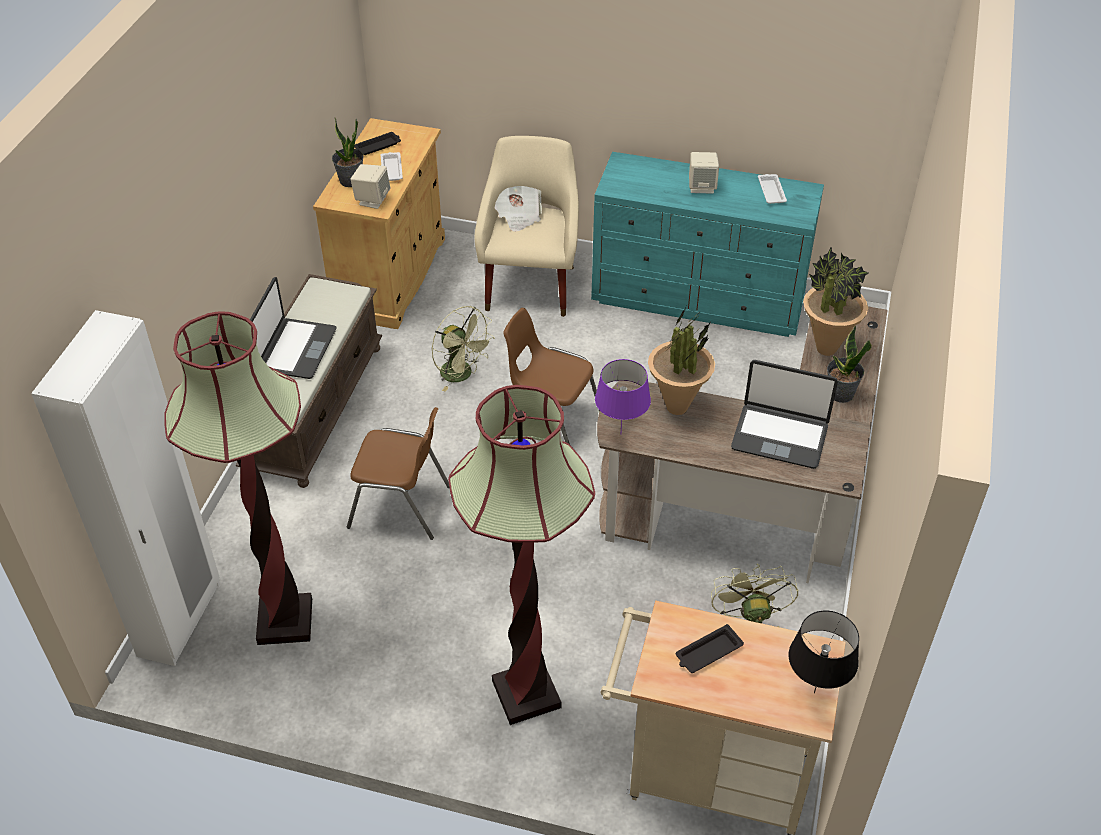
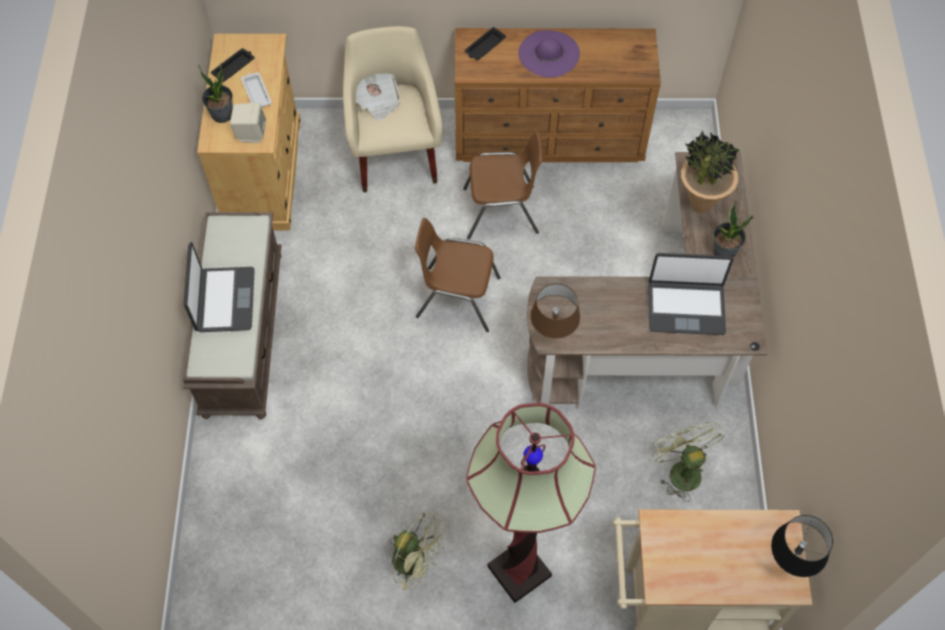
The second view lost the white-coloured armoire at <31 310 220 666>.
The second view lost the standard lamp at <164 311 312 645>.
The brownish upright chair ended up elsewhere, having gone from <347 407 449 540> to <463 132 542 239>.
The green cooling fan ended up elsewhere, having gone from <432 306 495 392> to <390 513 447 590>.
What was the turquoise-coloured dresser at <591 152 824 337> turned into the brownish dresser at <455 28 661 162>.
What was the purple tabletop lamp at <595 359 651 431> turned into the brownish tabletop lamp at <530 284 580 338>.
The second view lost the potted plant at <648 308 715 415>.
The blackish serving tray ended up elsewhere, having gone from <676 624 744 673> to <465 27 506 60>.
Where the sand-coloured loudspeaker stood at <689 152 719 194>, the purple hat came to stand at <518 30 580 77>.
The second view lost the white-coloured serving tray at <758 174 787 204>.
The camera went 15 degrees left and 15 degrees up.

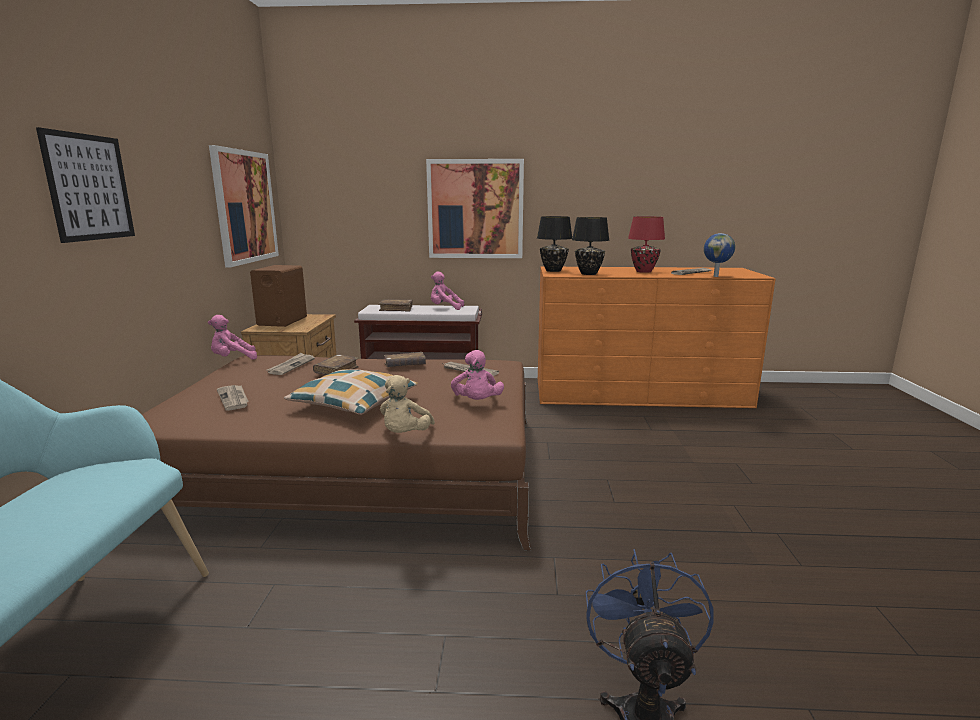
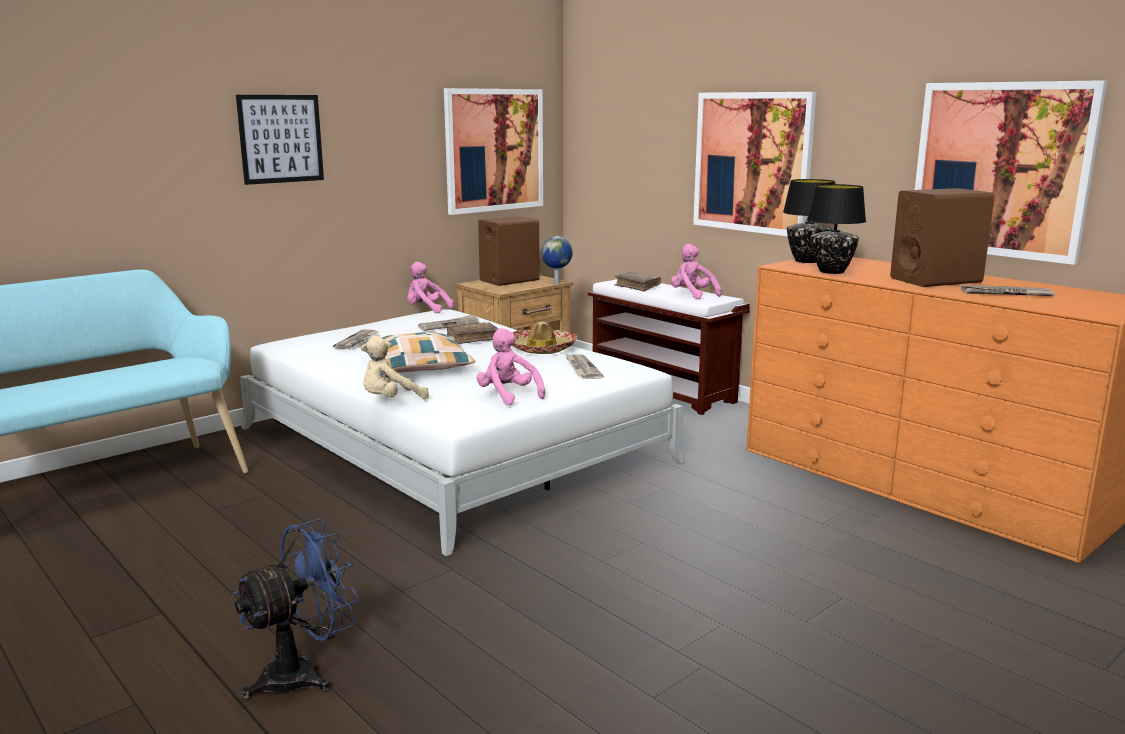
What was the brownish bedroom bed at <142 355 531 550> turned into the white-coloured bedroom bed at <240 309 685 556>.
Where the brownish volume stood at <384 352 426 367>, the hat came to stand at <512 322 578 354>.
The pink-coloured soft toy at <451 350 504 400> ended up facing another way, 105 degrees clockwise from before.
Where the red-coloured tabletop lamp stood at <628 216 665 273>, the brownish loudspeaker came to stand at <890 188 994 287>.
The world globe ended up elsewhere, having gone from <704 233 735 277> to <541 236 572 283>.
The second view gained the picture at <915 80 1107 265>.
The camera went 45 degrees right and 0 degrees up.

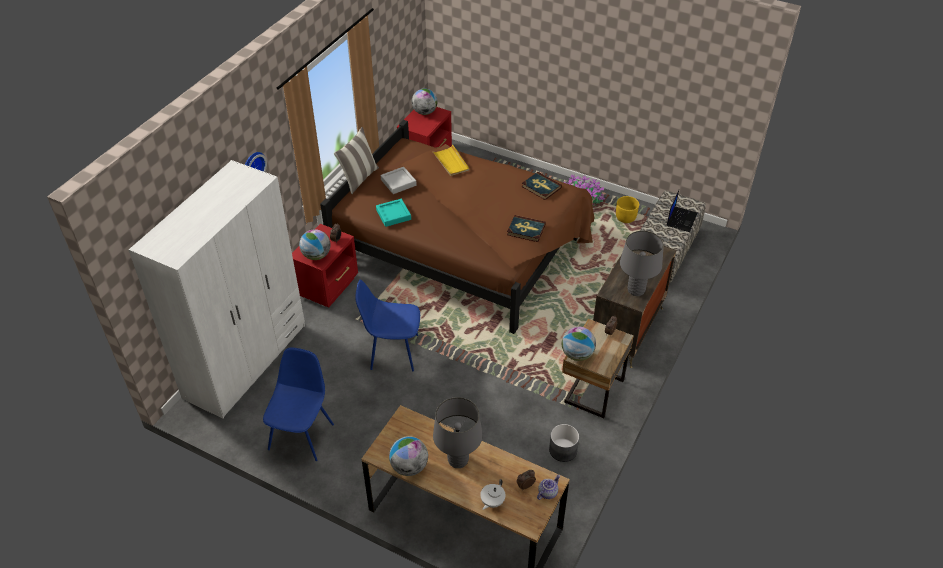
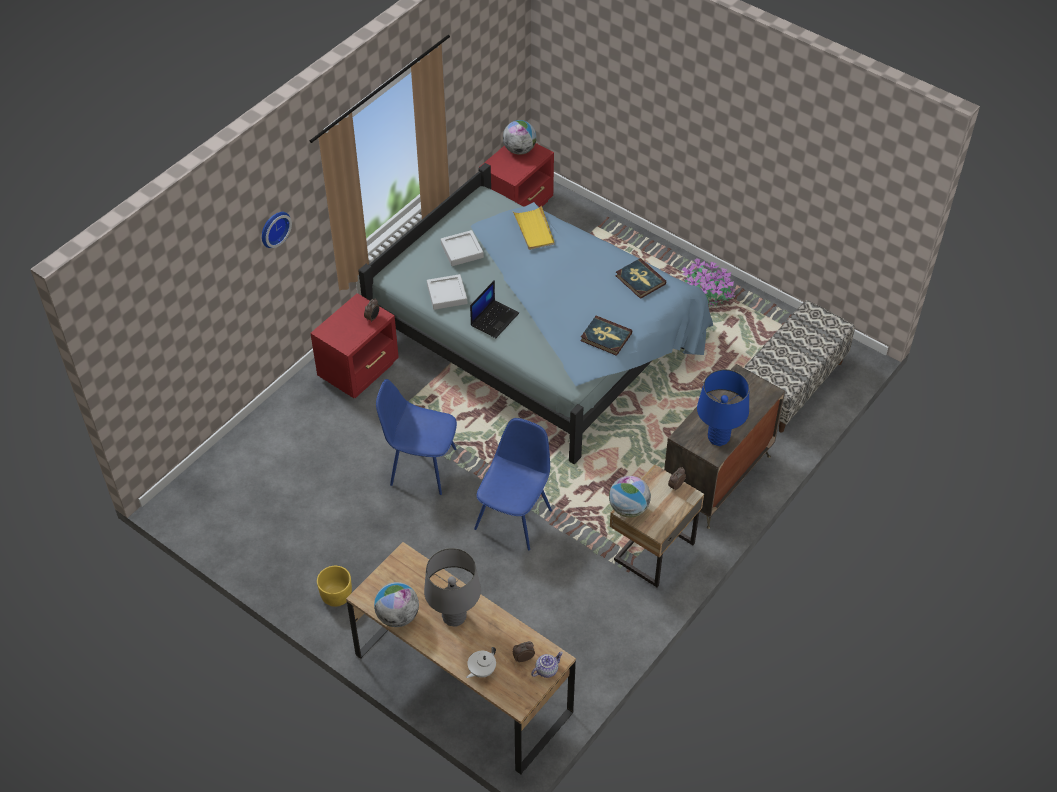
The second view lost the white-coloured armoire at <128 160 305 419>.
The blue-coloured upright chair ended up elsewhere, having gone from <263 347 334 461> to <474 418 552 550>.
The second view lost the world globe at <299 229 331 260>.
What was the brownish bedroom bed at <320 120 595 334> turned into the blue-coloured bedroom bed at <358 163 713 464>.
The second view lost the pillow at <334 127 379 194>.
What was the turquoise-coloured serving tray at <376 199 411 227> turned into the grey serving tray at <427 274 467 310>.
The second view lost the grey planter at <549 424 579 462>.
The yellow planter ended up elsewhere, having gone from <616 196 639 223> to <317 566 352 607>.
What was the grey tabletop lamp at <620 231 664 296> turned into the blue-coloured tabletop lamp at <697 369 749 446>.
The portable computer ended up elsewhere, having gone from <667 190 697 232> to <470 280 519 338>.
The camera went 10 degrees right and 5 degrees up.

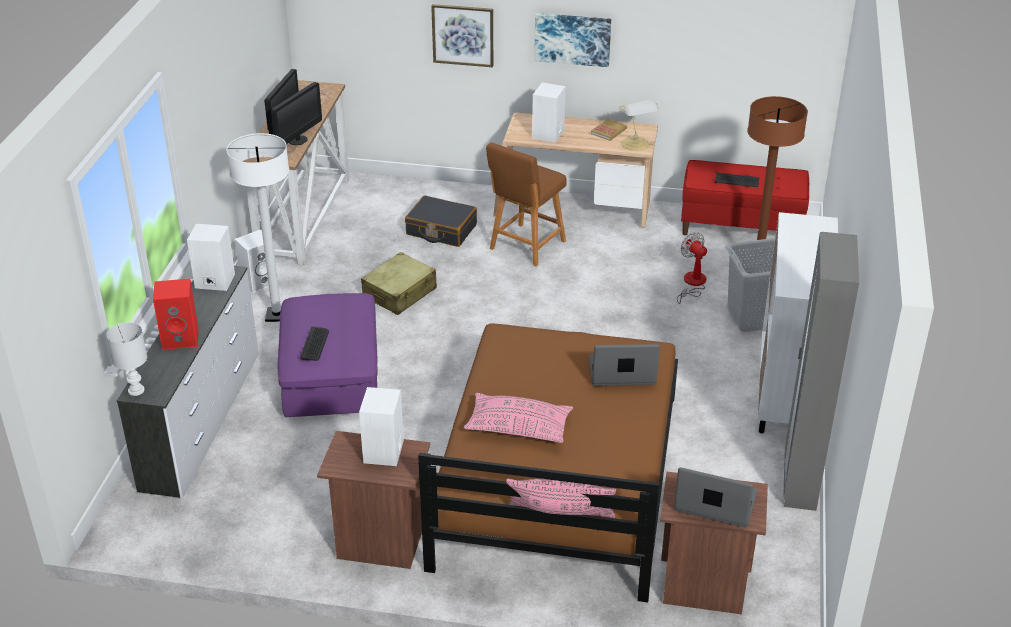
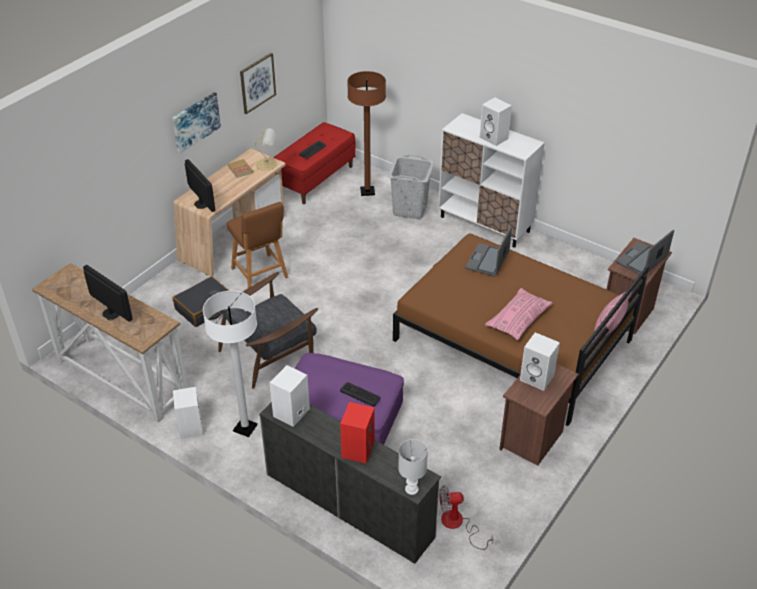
The monitor ended up elsewhere, having gone from <271 82 322 145> to <185 159 215 212>.
Where the sand-coloured piece of luggage stood at <361 252 437 315>, the grey easy chair came to stand at <209 272 318 389>.
The picture ended up elsewhere, having gone from <431 4 493 67> to <240 53 276 114>.
The white-coloured loudspeaker ended up elsewhere, having gone from <532 82 565 143> to <480 98 512 146>.
The cooling fan ended up elsewhere, having gone from <677 232 707 304> to <439 485 493 550>.
The second view lost the grey armoire at <783 232 859 511>.
The camera went 65 degrees left and 5 degrees up.

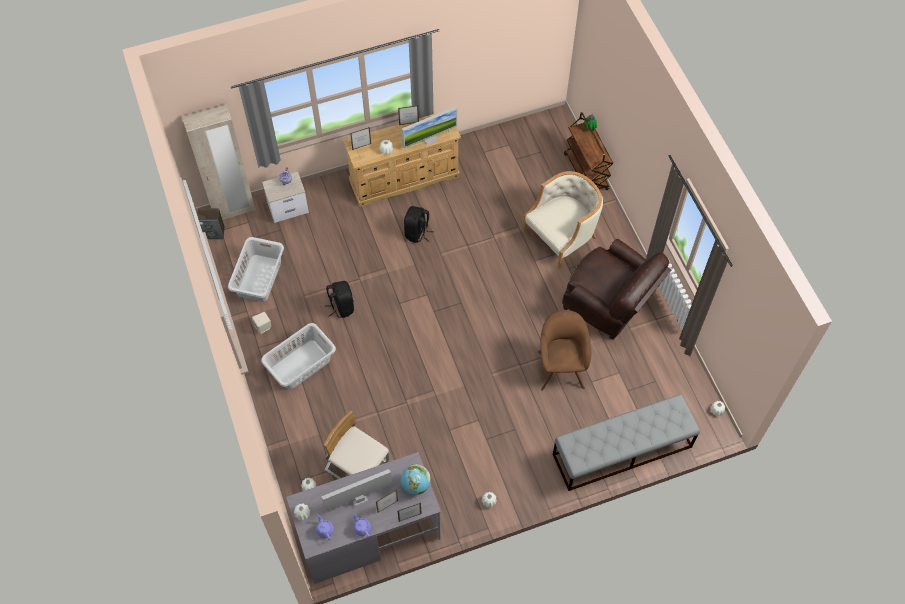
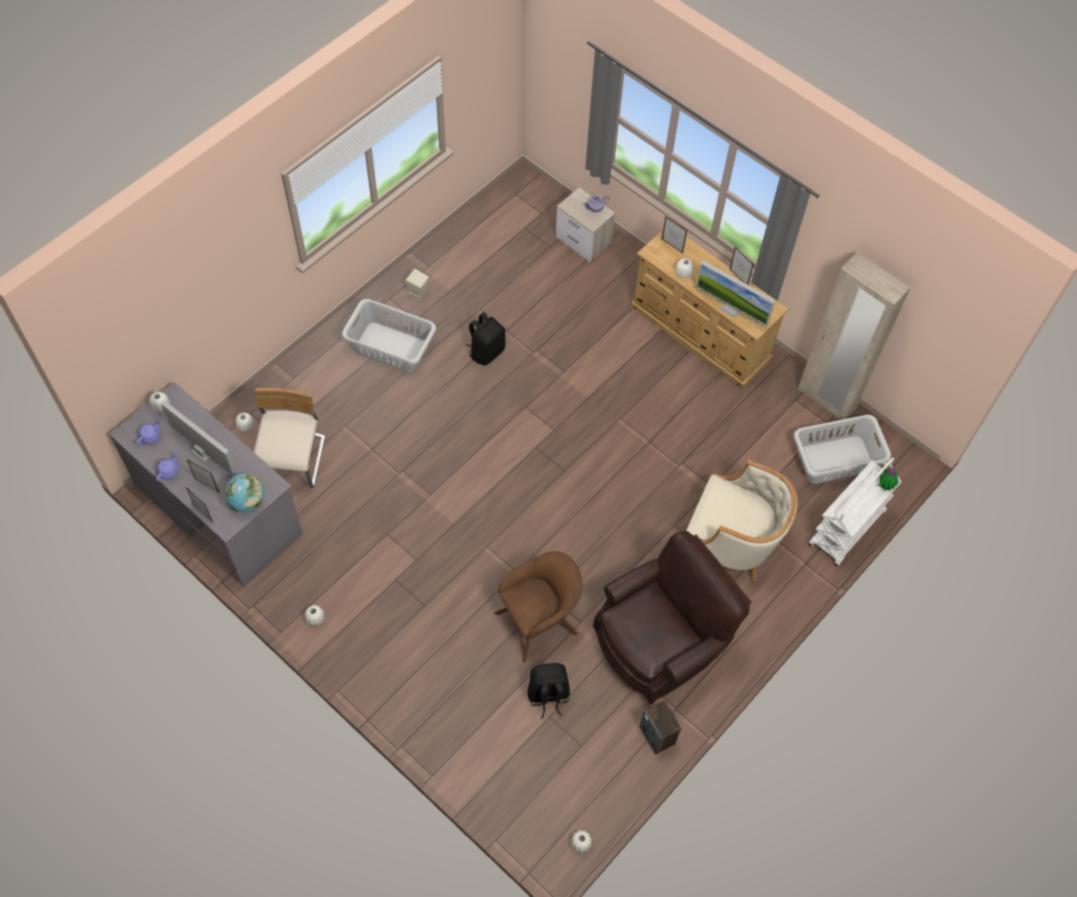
The sand-coloured armoire ended up elsewhere, having gone from <182 104 256 220> to <798 252 910 420>.
The loudspeaker ended up elsewhere, having gone from <197 208 225 239> to <639 700 682 755>.
The grey hamper ended up elsewhere, having gone from <228 237 284 302> to <794 415 891 484>.
The blackish knapsack ended up elsewhere, having gone from <404 206 434 243> to <527 663 570 718>.
The second view lost the grey bench at <553 394 700 491>.
The brownish easy chair at <562 239 671 340> ended up facing another way, 135 degrees counterclockwise from before.
What was the brownish wheeled cart at <564 112 613 190> turned into the white-coloured wheeled cart at <808 457 901 566>.
The camera went 60 degrees right and 0 degrees up.

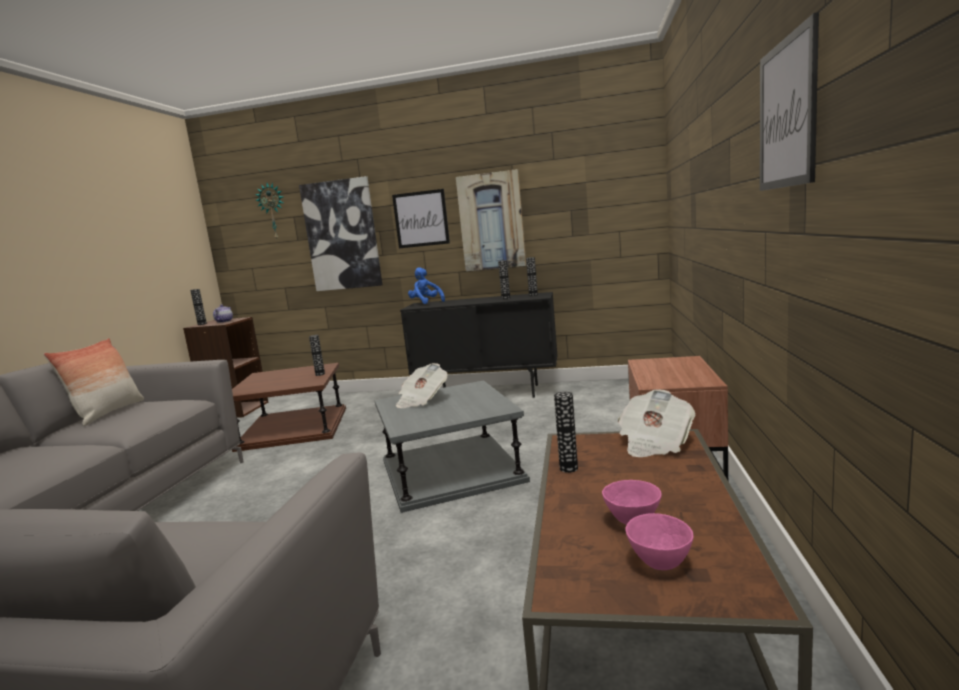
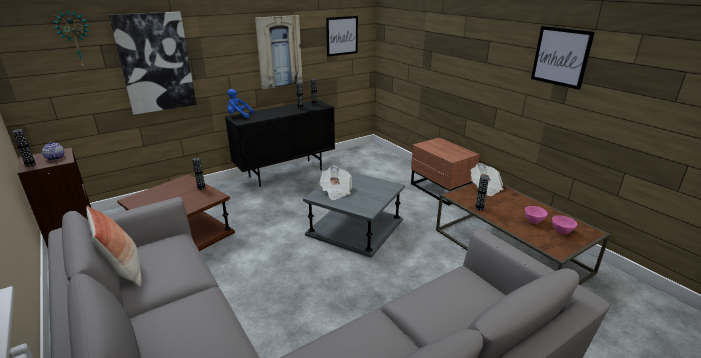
The picture ended up elsewhere, having gone from <392 189 450 248> to <326 16 358 57>.
The camera went 45 degrees left and 15 degrees up.

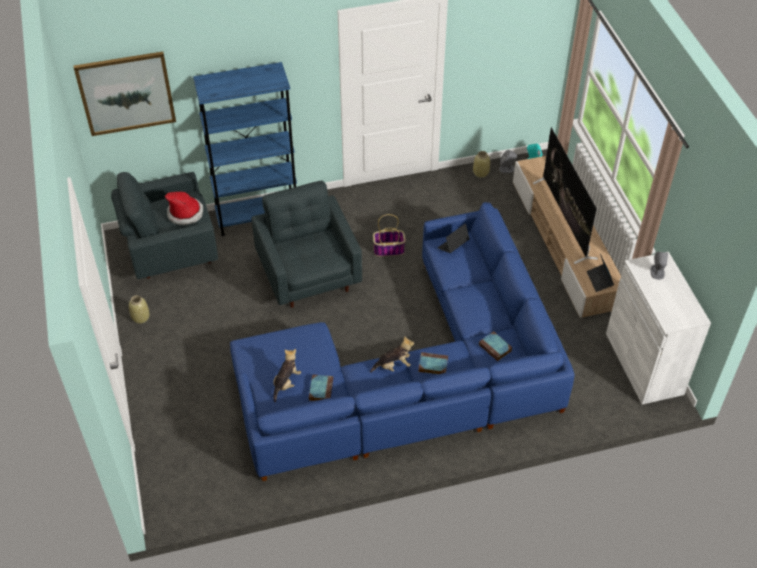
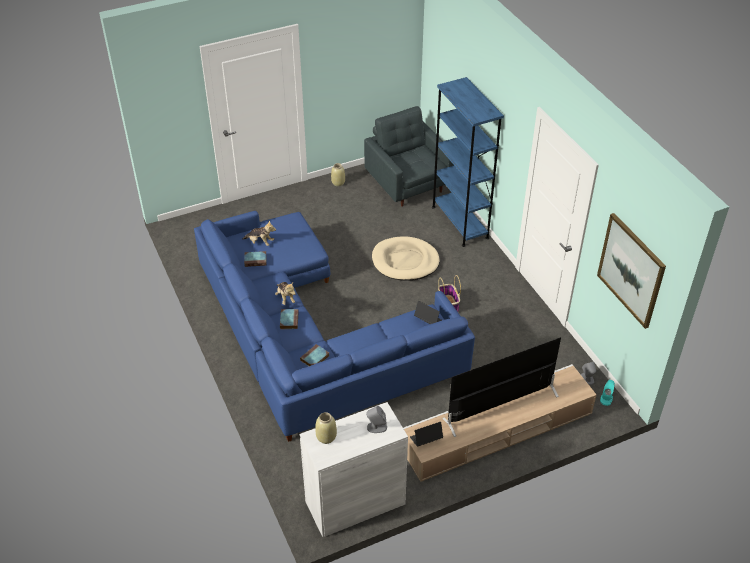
The picture ended up elsewhere, having gone from <73 51 176 136> to <597 213 666 329>.
The second view lost the hat at <165 191 203 225>.
Where the grey easy chair stood at <251 180 362 308>, the sand-coloured dog bed came to stand at <372 236 440 281>.
The sand-coloured vase ended up elsewhere, having gone from <473 151 490 178> to <315 412 337 444>.
The camera went 80 degrees right and 5 degrees down.

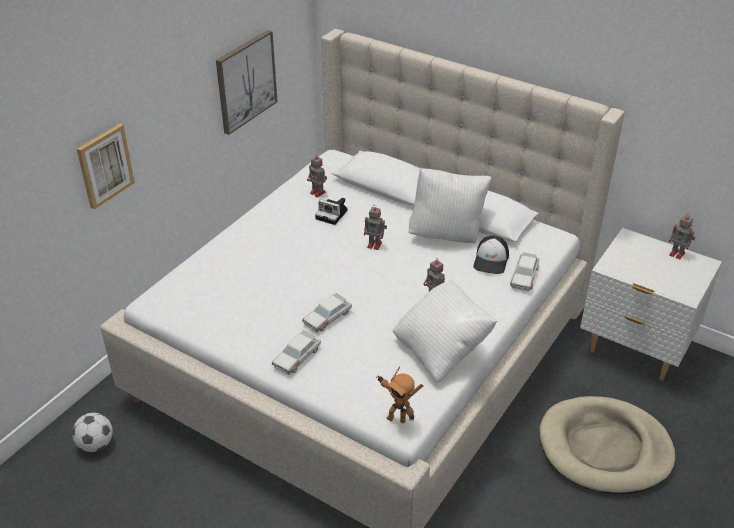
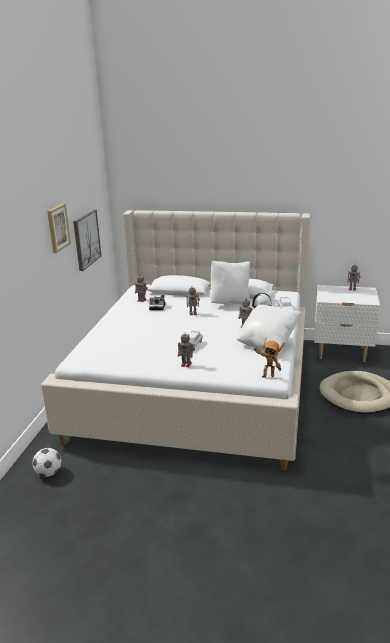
The picture ended up elsewhere, having gone from <77 123 135 210> to <47 204 71 253>.
Where the model car stood at <272 330 321 375>, the model robot came to stand at <178 331 195 367>.
The camera went 20 degrees left and 15 degrees down.

